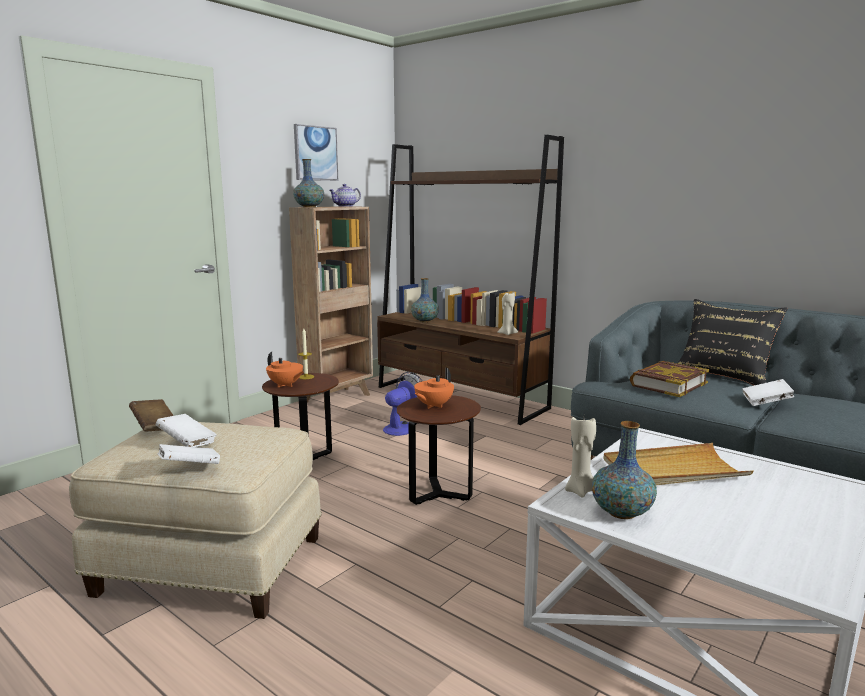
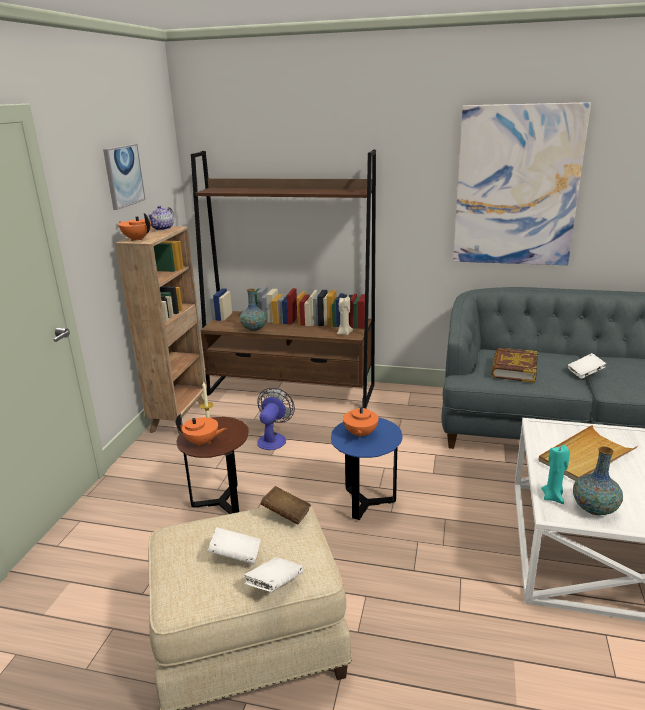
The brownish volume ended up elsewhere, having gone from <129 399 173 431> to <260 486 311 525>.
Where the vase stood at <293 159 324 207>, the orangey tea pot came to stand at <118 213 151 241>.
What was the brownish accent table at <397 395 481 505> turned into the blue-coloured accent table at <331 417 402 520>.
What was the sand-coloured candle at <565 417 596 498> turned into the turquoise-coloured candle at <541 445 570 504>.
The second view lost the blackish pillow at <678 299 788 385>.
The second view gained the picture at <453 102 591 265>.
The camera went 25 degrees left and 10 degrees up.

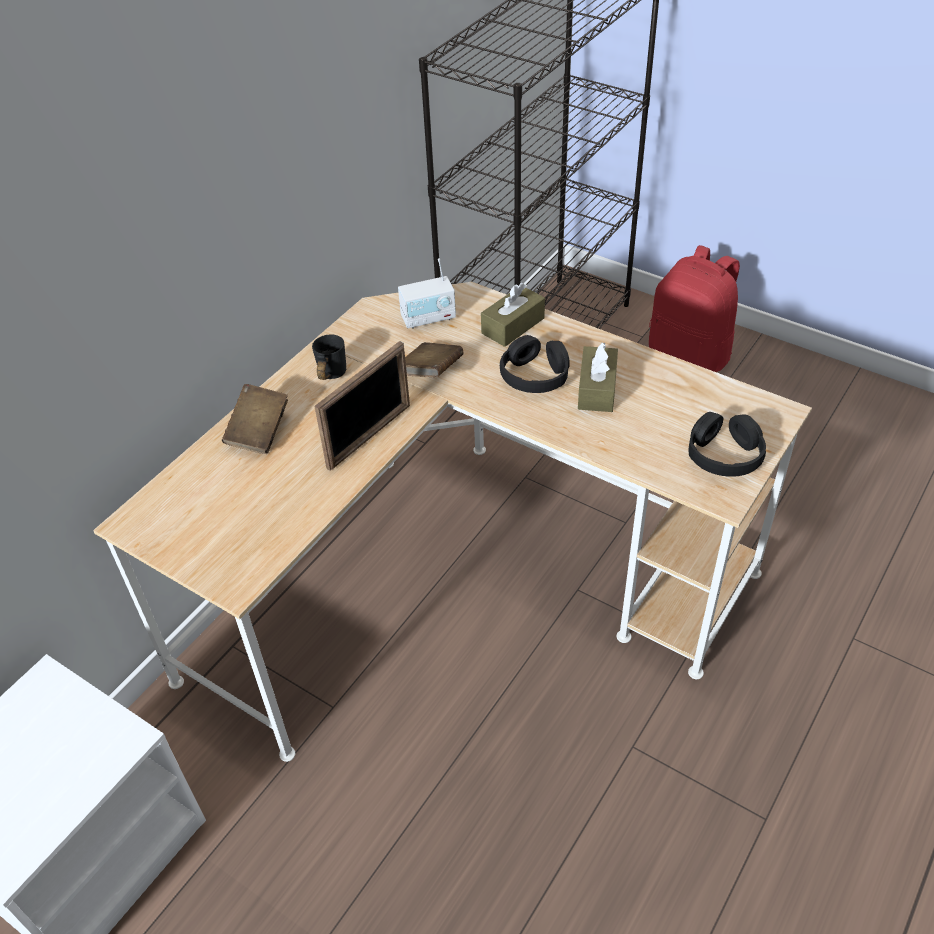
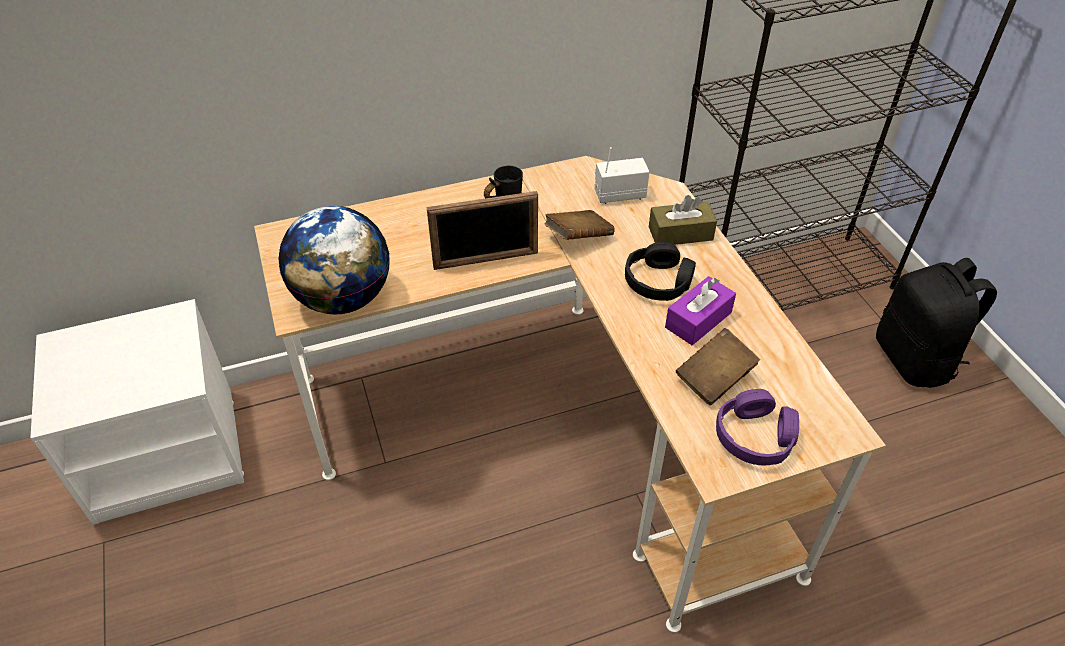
The brownish volume ended up elsewhere, having gone from <222 384 288 454> to <676 328 760 405>.
The radio set at <398 258 456 329> ended up facing another way, 150 degrees clockwise from before.
What was the brownish box of tissues at <578 342 618 412> turned into the purple box of tissues at <665 276 736 345>.
What was the red-coloured knapsack at <649 245 740 372> turned into the blackish knapsack at <876 258 997 388>.
What was the blackish pair of headphones at <688 412 766 477> turned into the purple pair of headphones at <716 389 799 465>.
The second view gained the world globe at <279 206 390 315>.
The camera went 35 degrees right and 0 degrees up.

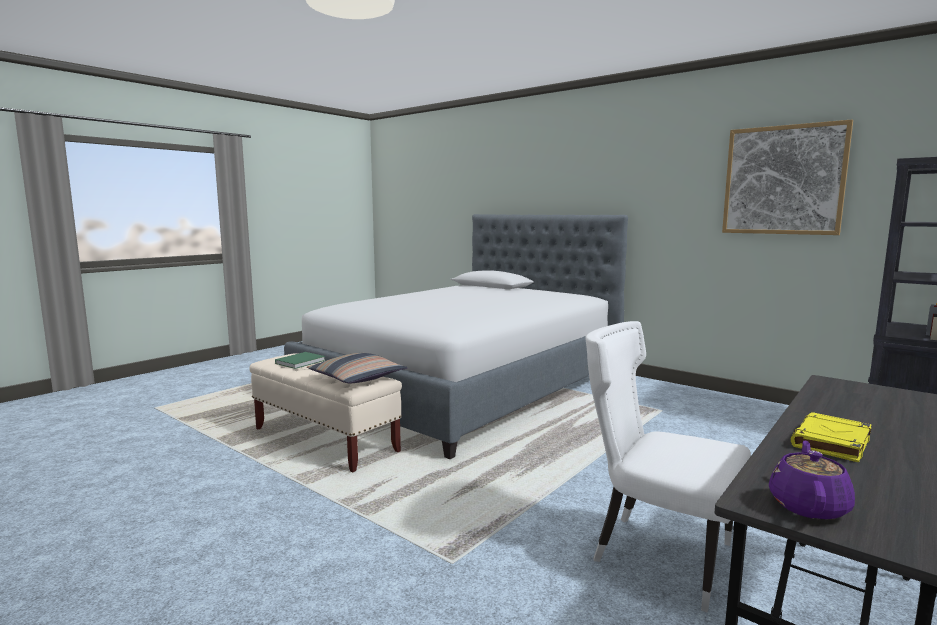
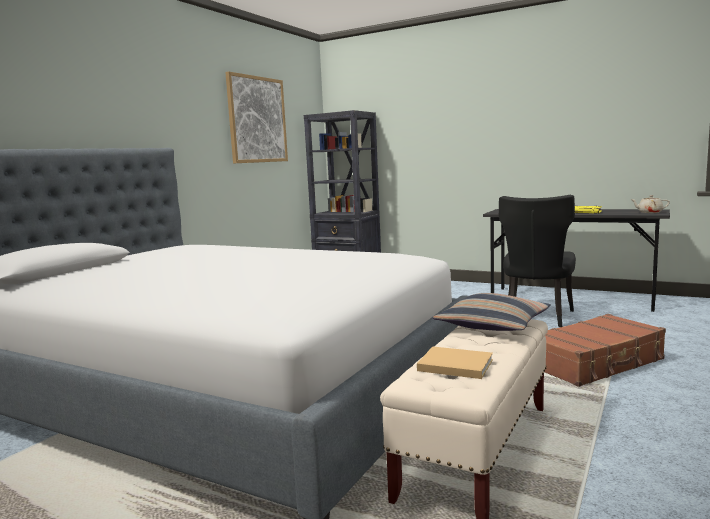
What was the green volume at <275 352 326 369> turned into the sand-coloured volume at <417 347 493 379>.
What was the white-coloured upright chair at <585 321 751 612> turned into the blackish upright chair at <499 195 576 327>.
What was the purple tea pot at <769 440 855 520> turned into the sand-coloured tea pot at <630 195 670 213>.
The second view gained the brownish piece of luggage at <545 314 666 387>.
The camera went 100 degrees left and 0 degrees up.

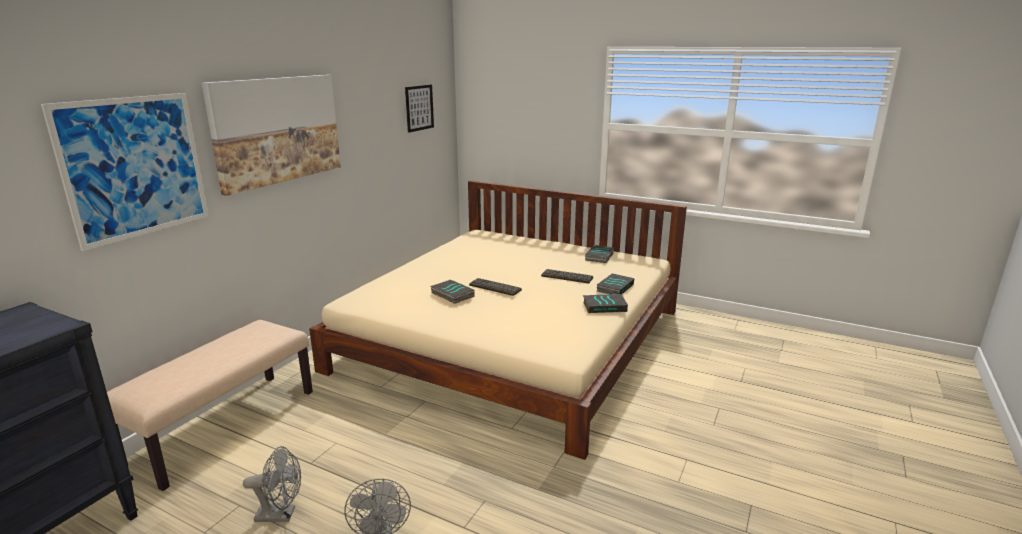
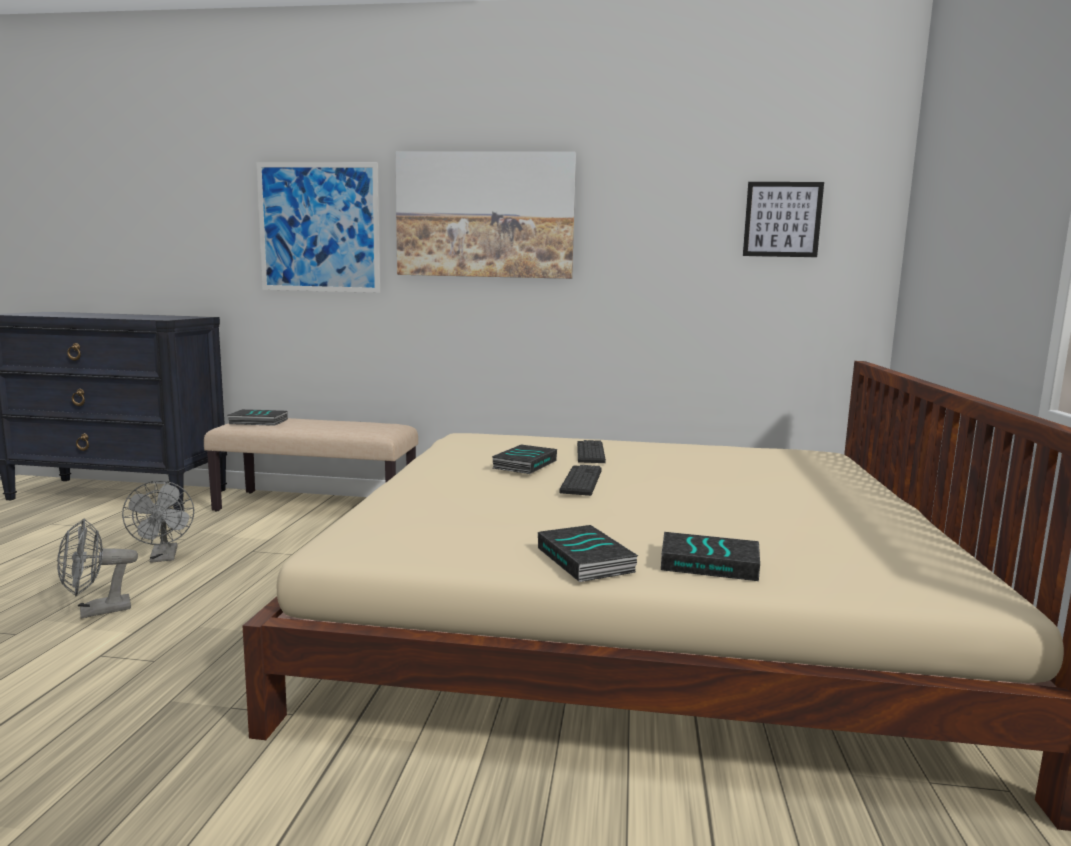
The computer keyboard ended up elsewhere, having gone from <541 269 593 283> to <577 440 606 463>.
The volume ended up elsewhere, having gone from <585 245 614 263> to <228 409 288 426>.
The camera went 70 degrees right and 10 degrees down.

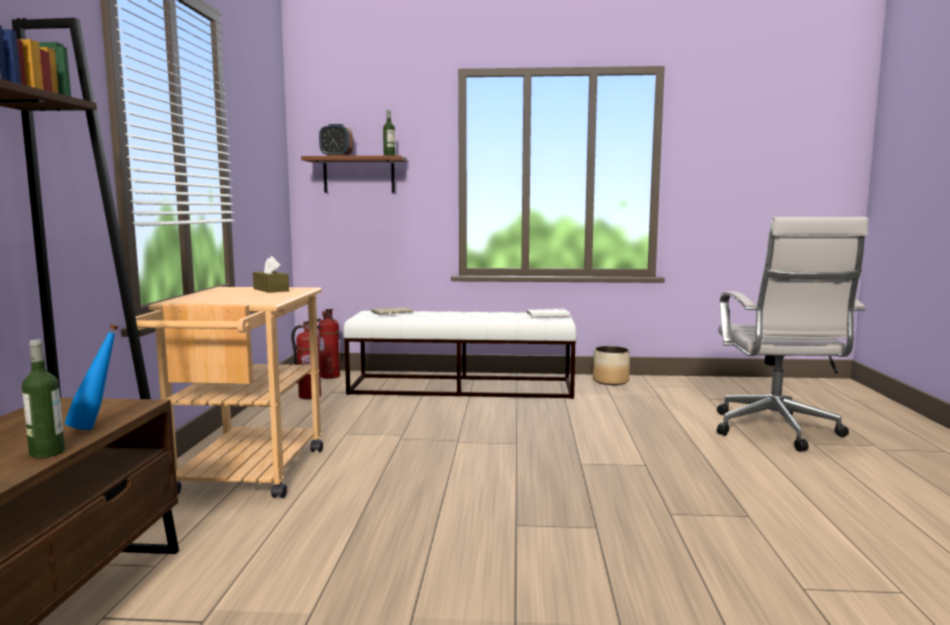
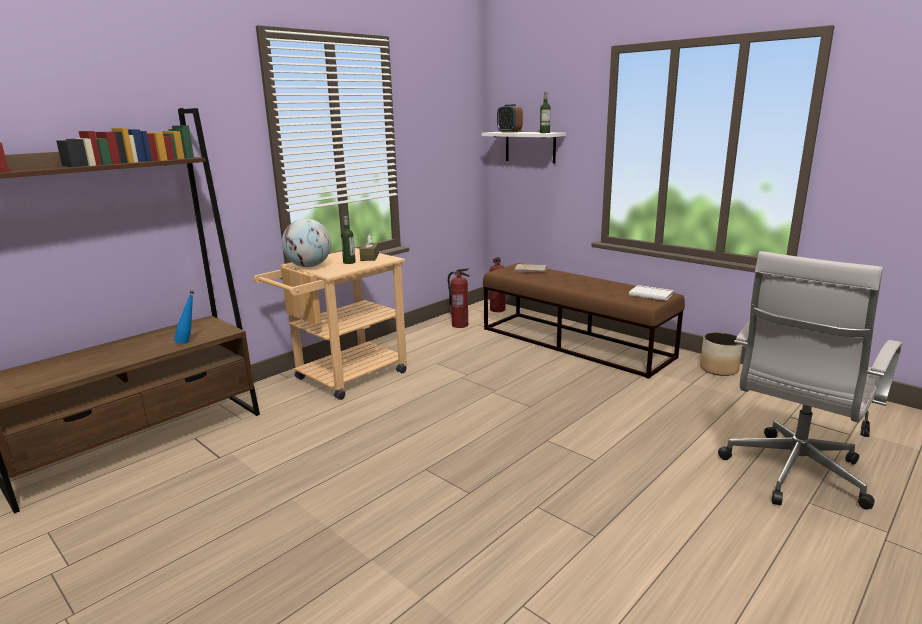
The beverage bottle ended up elsewhere, having gone from <22 339 65 458> to <341 216 356 264>.
What was the brownish shelf at <301 156 407 193> turned into the white-coloured shelf at <482 132 566 164>.
What was the white-coloured bench at <343 311 577 399> turned into the brownish bench at <483 263 685 379>.
The second view gained the world globe at <282 219 331 267>.
The camera went 40 degrees right and 10 degrees up.

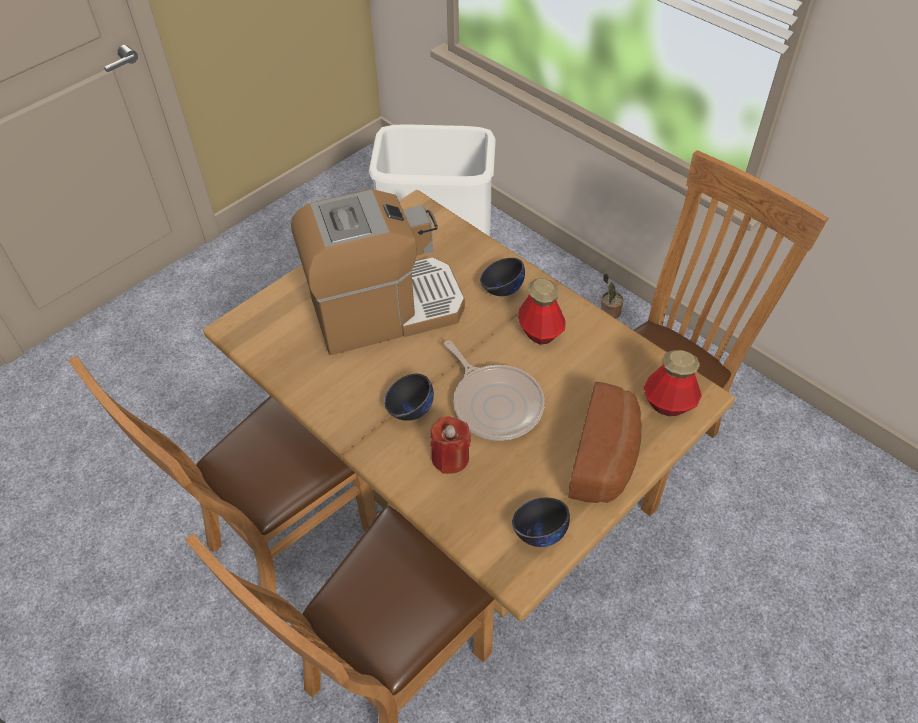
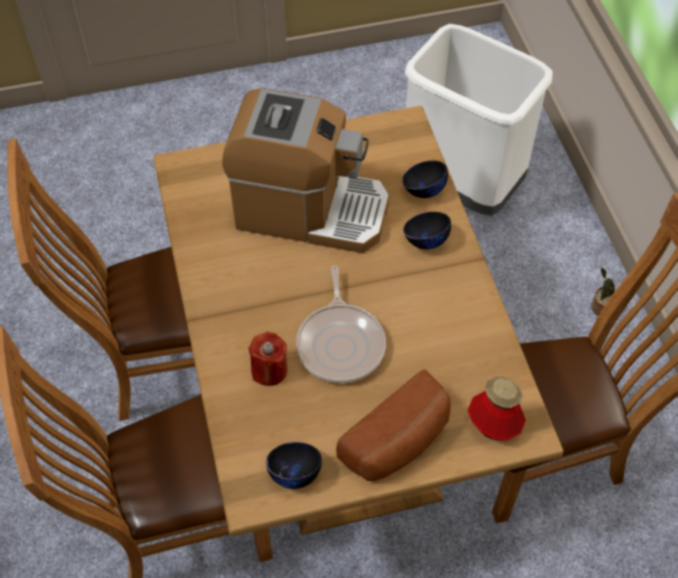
The blackish deep dish ended up elsewhere, having gone from <384 374 434 421> to <402 161 448 198>.
The second view lost the beverage bottle at <518 278 566 345>.
The camera went 30 degrees right and 5 degrees up.

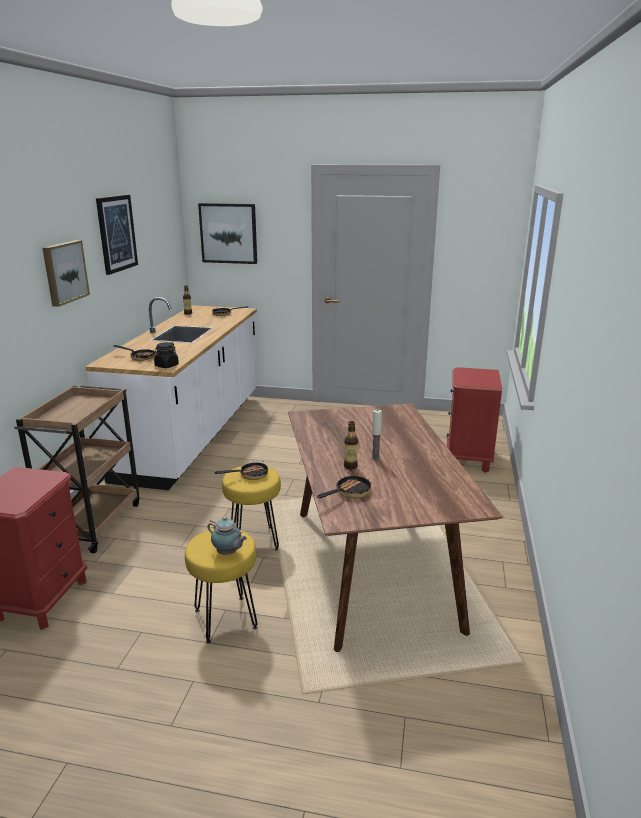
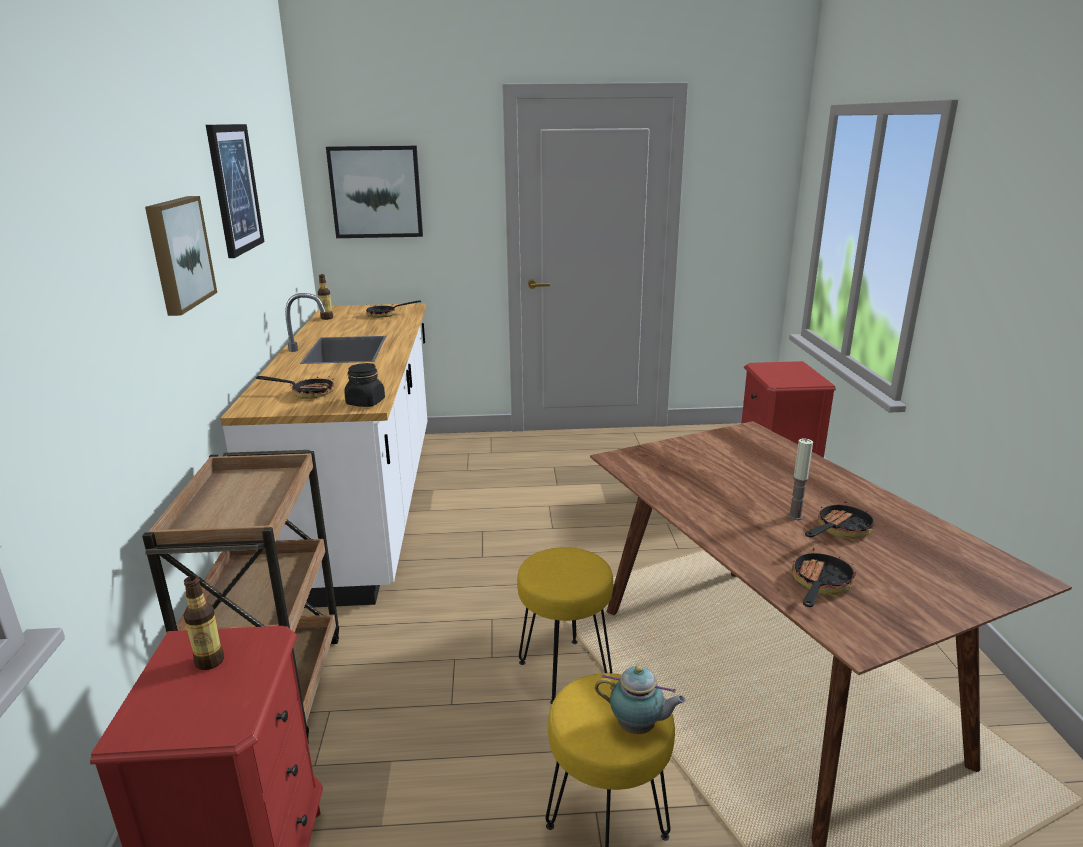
The skillet ended up elsewhere, having gone from <215 461 268 480> to <805 500 875 539>.
The beverage bottle ended up elsewhere, having gone from <344 421 358 470> to <183 575 224 670>.
The camera went 15 degrees left and 0 degrees up.

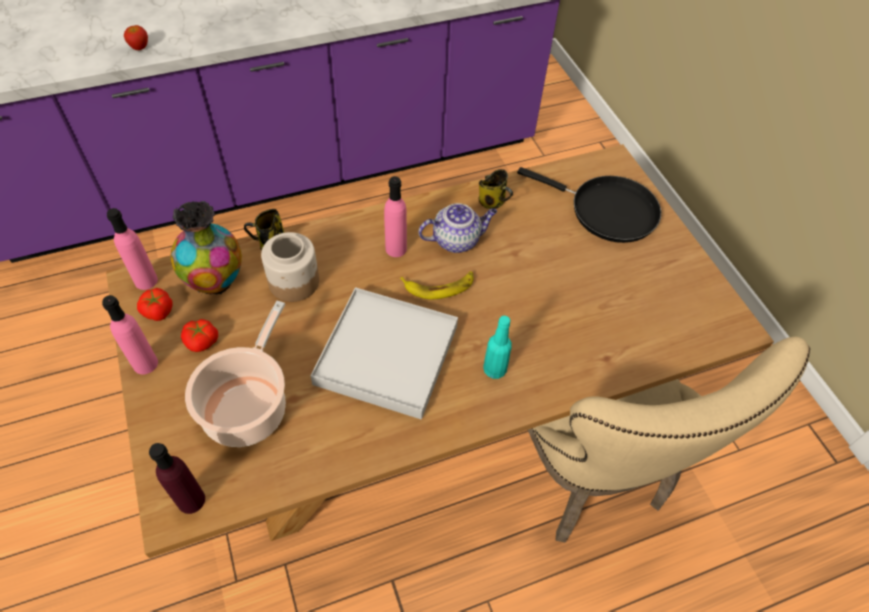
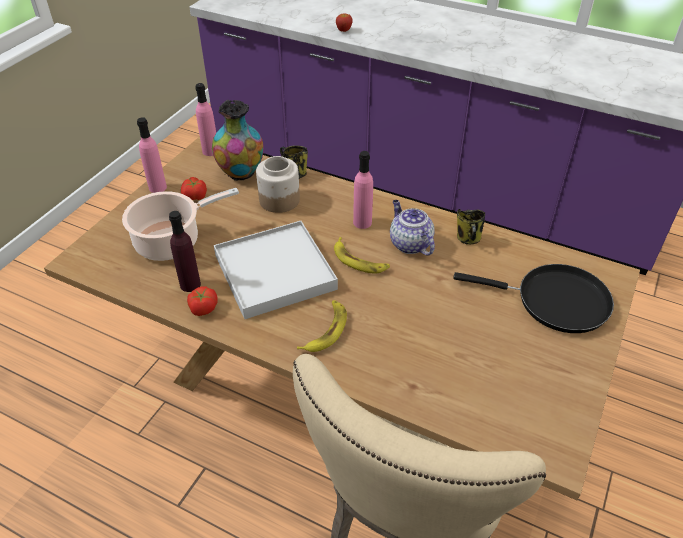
The fresh tomato ended up elsewhere, having gone from <137 288 172 321> to <187 287 218 316>.
The purple beverage bottle ended up elsewhere, having gone from <149 443 205 514> to <169 211 201 292>.
The tea pot at <419 203 497 253> ended up facing another way, 150 degrees counterclockwise from before.
Where the turquoise-coloured beverage bottle stood at <483 316 512 379>, the banana came to stand at <297 300 347 352>.
The blackish skillet at <517 167 661 243> ended up facing another way, 60 degrees counterclockwise from before.
The camera went 50 degrees right and 10 degrees down.

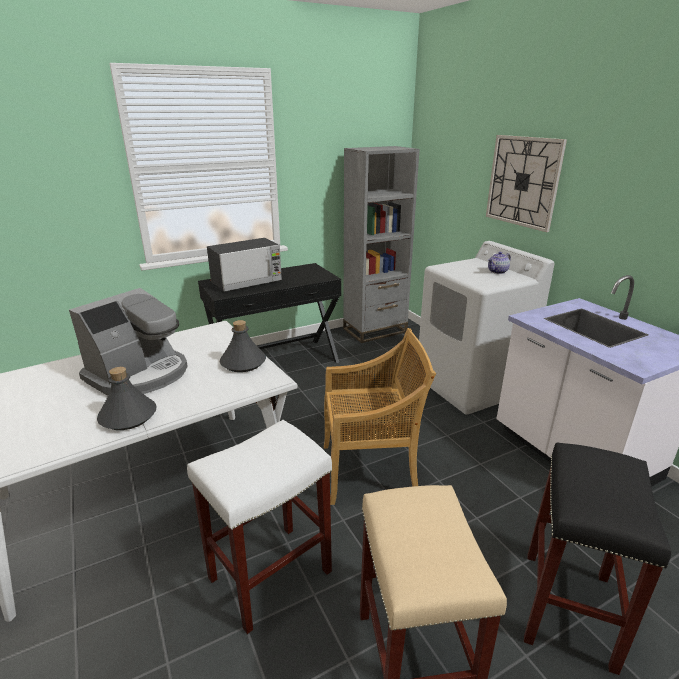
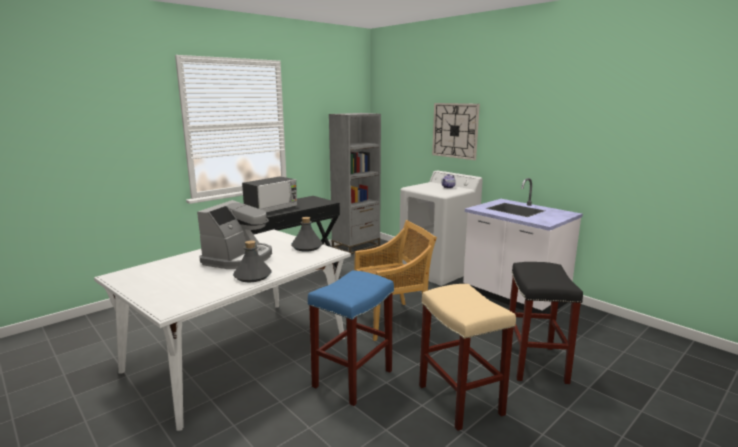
What was the white-coloured stool seat at <187 420 332 634> turned into the blue-coloured stool seat at <308 270 394 406>.
The camera went 15 degrees left and 10 degrees down.

